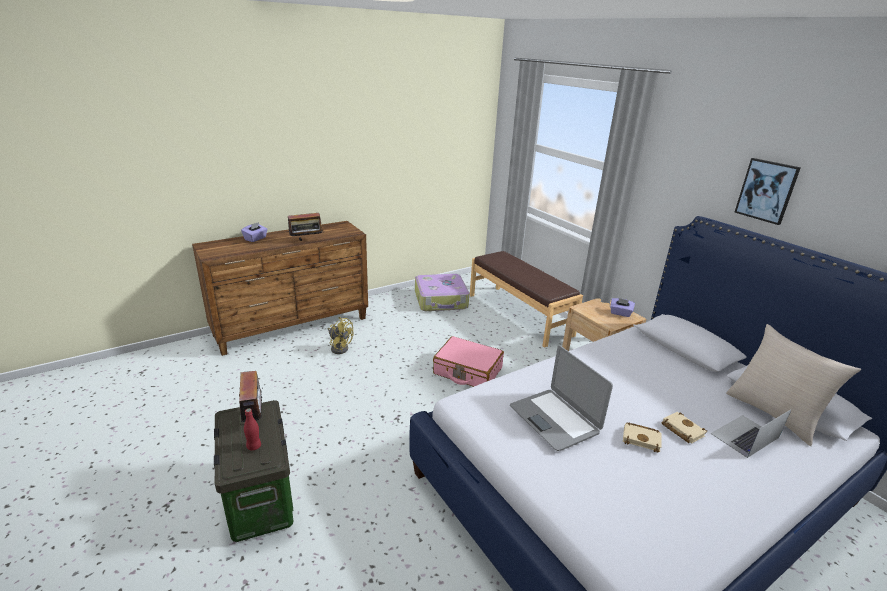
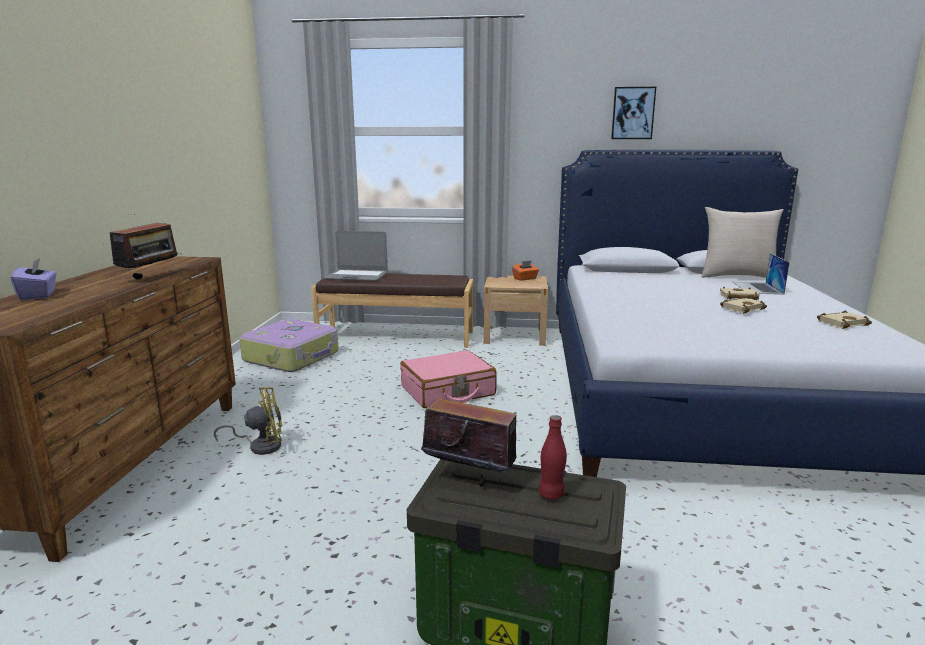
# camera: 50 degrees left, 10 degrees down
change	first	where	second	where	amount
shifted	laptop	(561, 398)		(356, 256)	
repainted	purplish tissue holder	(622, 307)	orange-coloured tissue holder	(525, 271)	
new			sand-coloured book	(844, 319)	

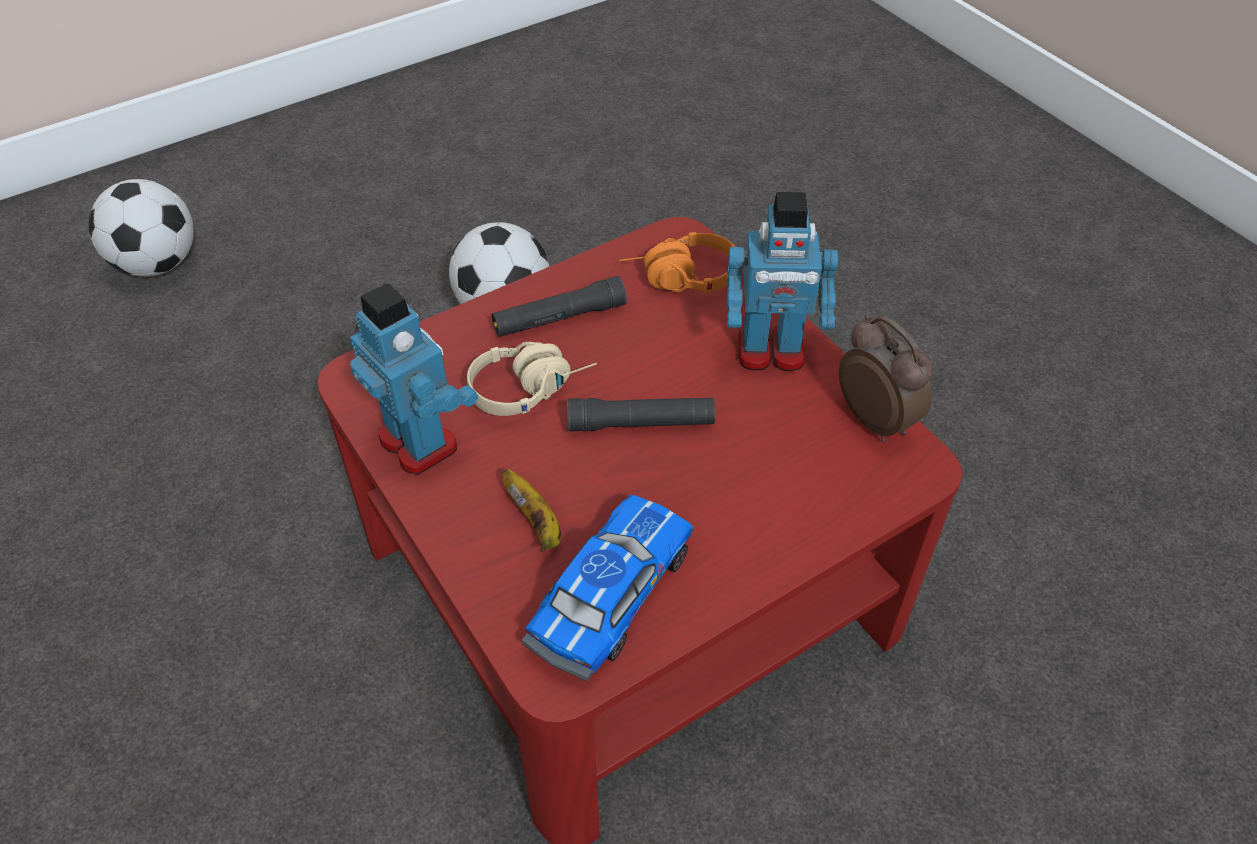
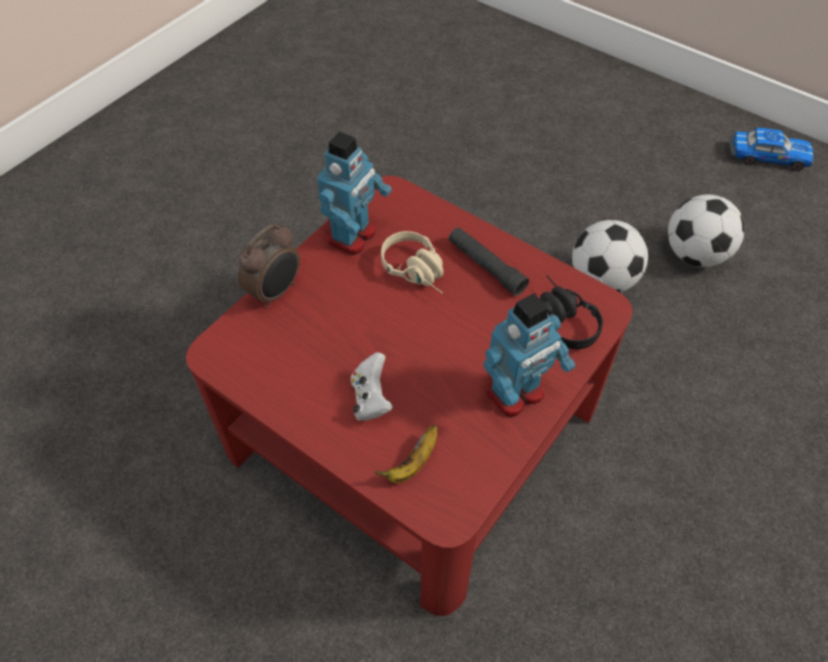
# camera: 70 degrees right, 5 degrees up
change	first	where	second	where	amount
shifted	football	(141, 228)		(706, 231)	
shifted	banana	(531, 510)		(405, 454)	
shifted	toy car	(608, 588)		(771, 149)	
gone	black-coloured torch	(641, 415)			
repainted	orange-coloured headphones	(677, 262)	black-coloured headphones	(571, 312)	
rotated	model robot	(782, 281)		(529, 355)	105 degrees counterclockwise
shifted	bedside clock	(886, 378)		(269, 265)	
new			whitish joypad	(372, 386)	

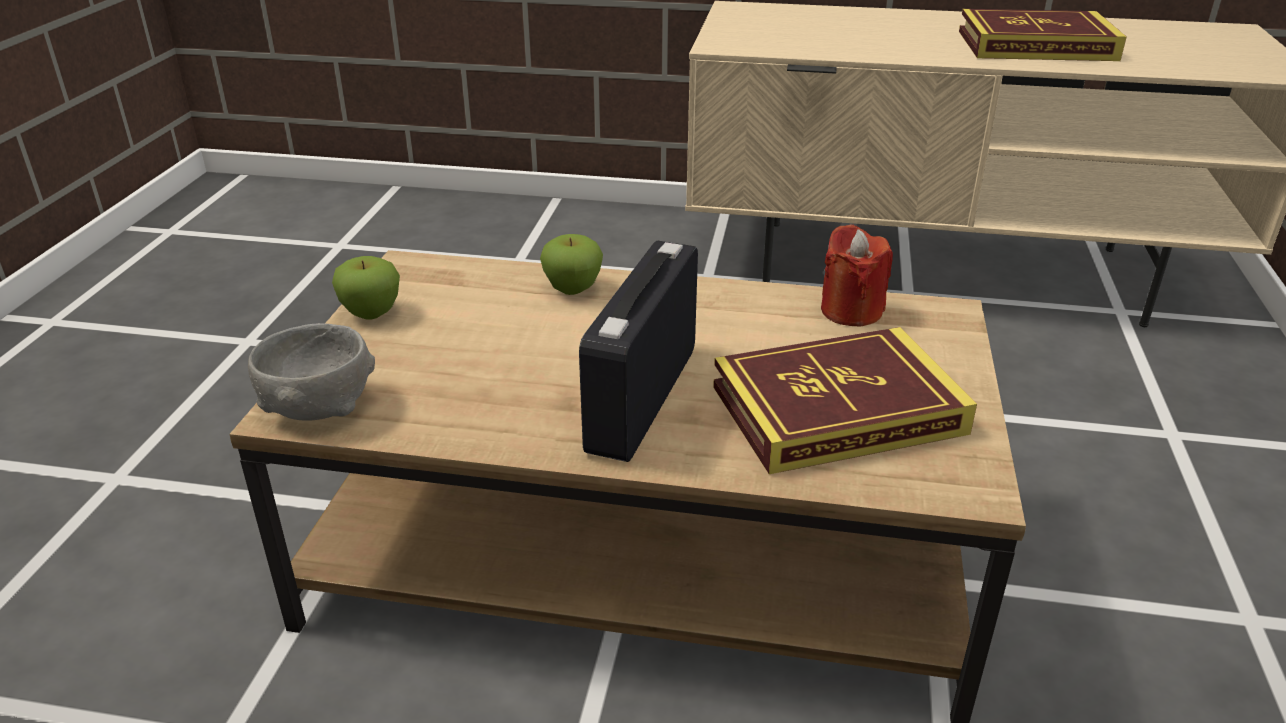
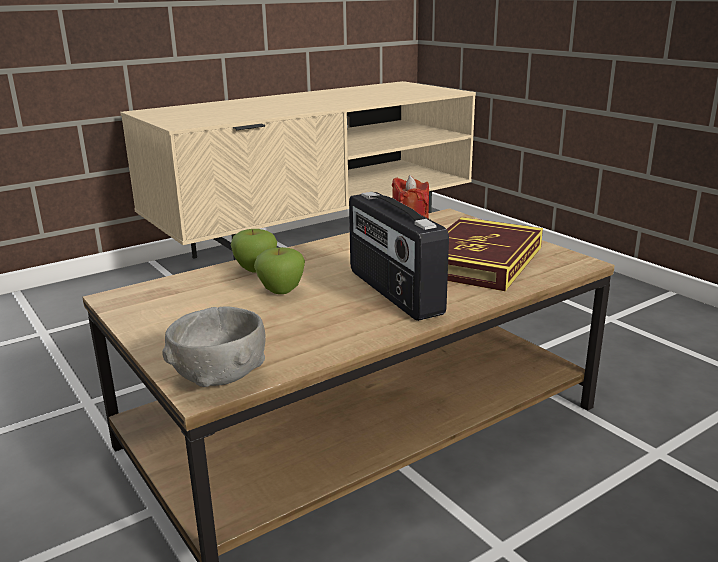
# camera: 45 degrees left, 10 degrees down
change	first	where	second	where	amount
shifted	apple	(366, 288)		(279, 270)	
gone	book	(1043, 35)			

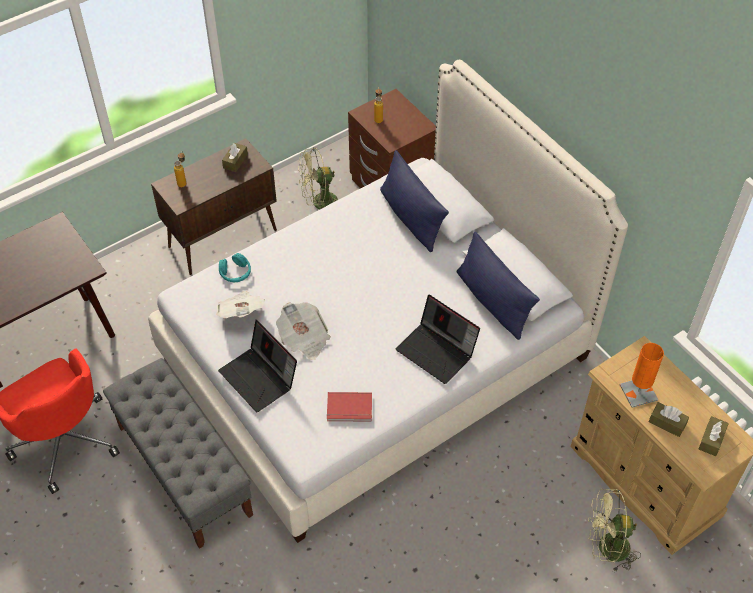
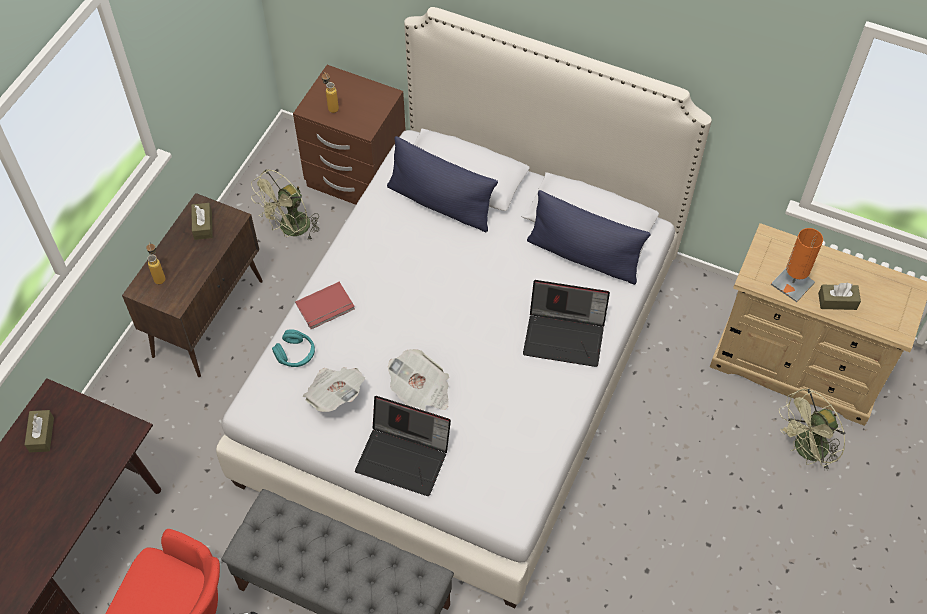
# camera: 30 degrees left, 5 degrees up
change	first	where	second	where	amount
shifted	reddish book	(349, 407)		(325, 305)	
shifted	brown tissue holder	(714, 436)		(39, 431)	

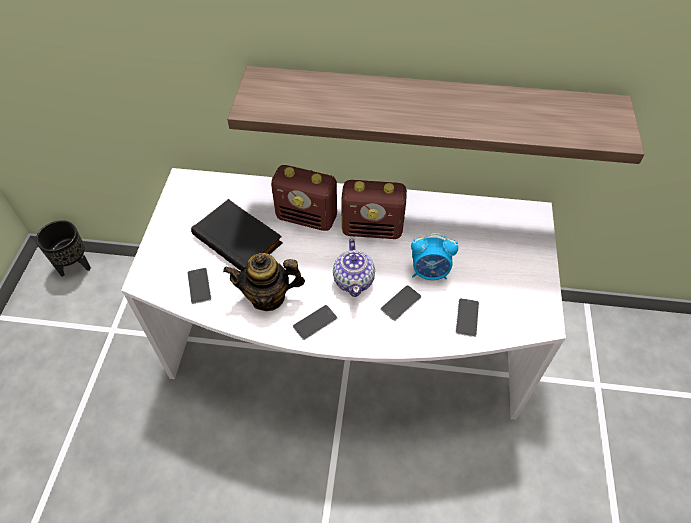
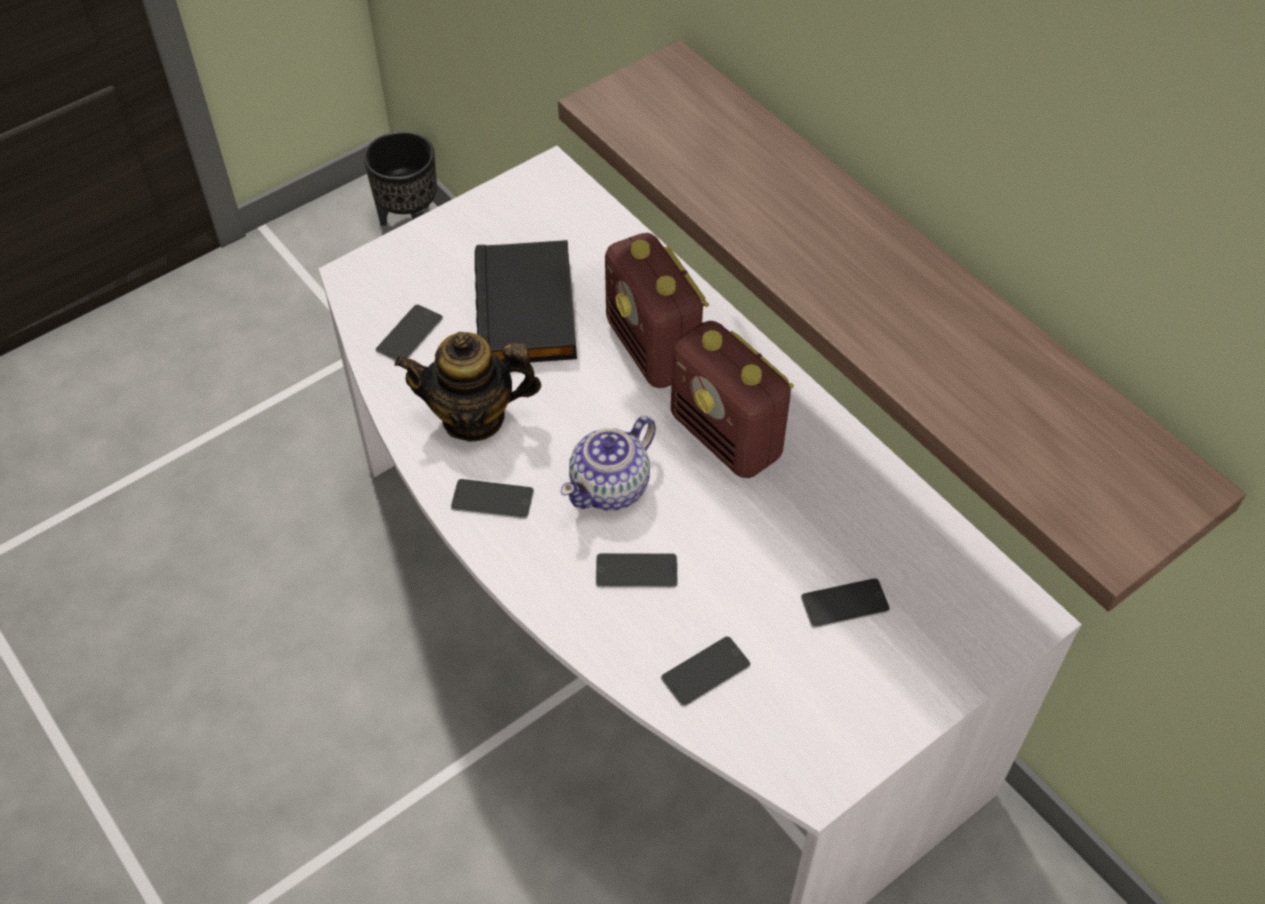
# camera: 45 degrees right, 0 degrees up
change	first	where	second	where	amount
rotated	teapot	(264, 282)		(468, 387)	45 degrees counterclockwise
gone	bedside clock	(434, 256)			
new			handset	(845, 603)	

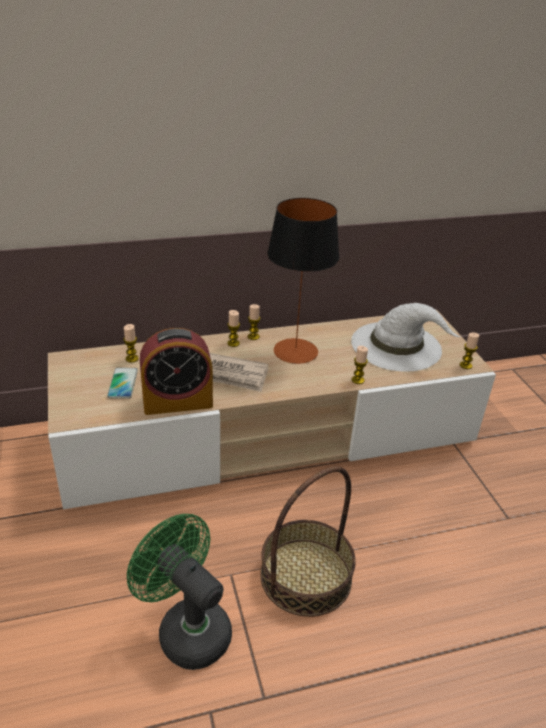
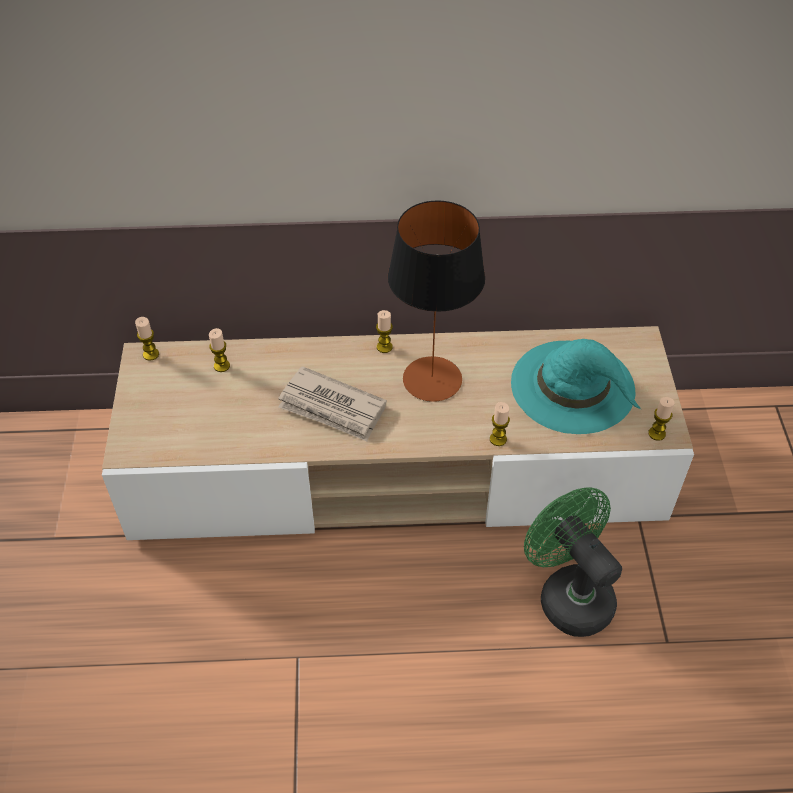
# camera: 15 degrees right, 15 degrees up
change	first	where	second	where	amount
gone	handset	(122, 383)			
shifted	greenish cooling fan	(179, 592)		(573, 562)	
gone	bedside clock	(176, 371)			
shifted	wax light	(233, 328)		(147, 339)	
gone	storage basket	(308, 541)			
repainted	whitish hat	(405, 337)	turquoise hat	(576, 386)	

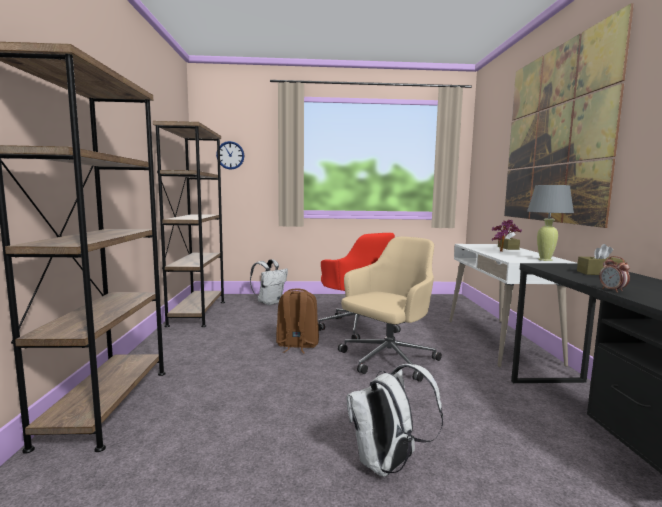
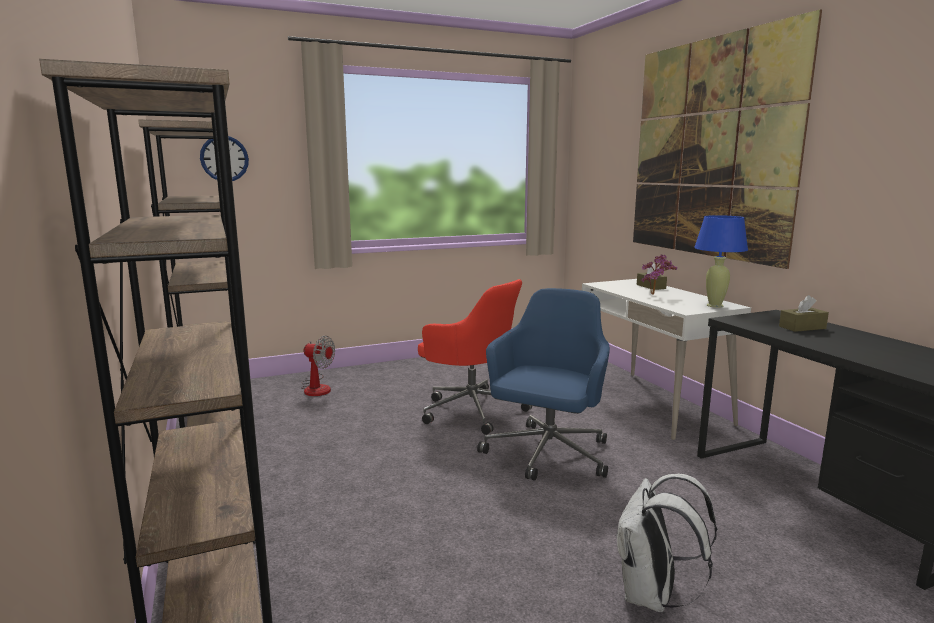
# camera: 20 degrees left, 5 degrees up
change	first	where	second	where	amount
swapped	whitish rucksack	(269, 282)	cooling fan	(318, 366)	
gone	brown rucksack	(297, 321)			
repainted	sand-coloured desk chair	(390, 309)	blue-coloured desk chair	(543, 384)	
repainted	grey table lamp	(550, 223)	blue-coloured table lamp	(721, 261)	
gone	bedside clock	(614, 274)			

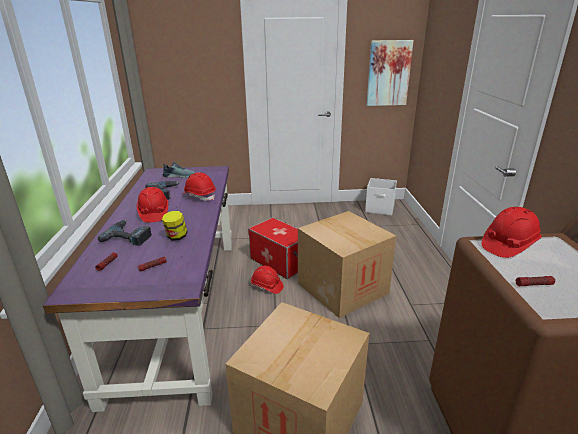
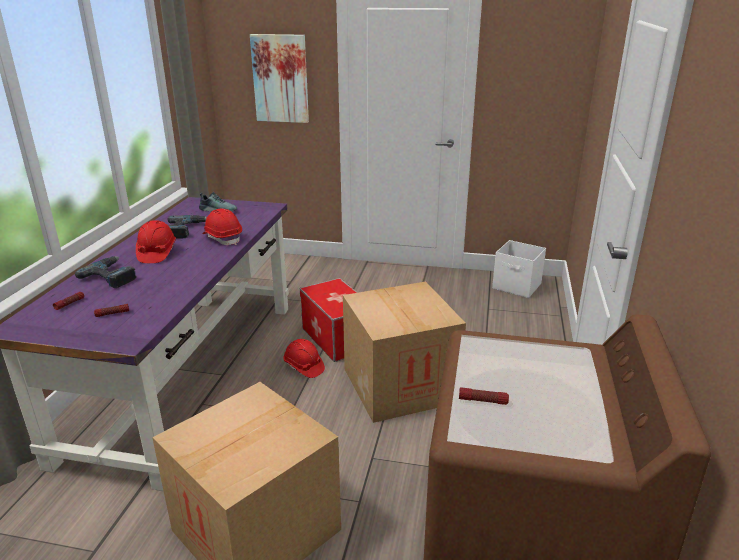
# camera: 15 degrees right, 0 degrees up
change	first	where	second	where	amount
gone	storage jar	(175, 226)			
shifted	wall art	(390, 73)		(279, 78)	
gone	reddish safety helmet	(511, 232)			

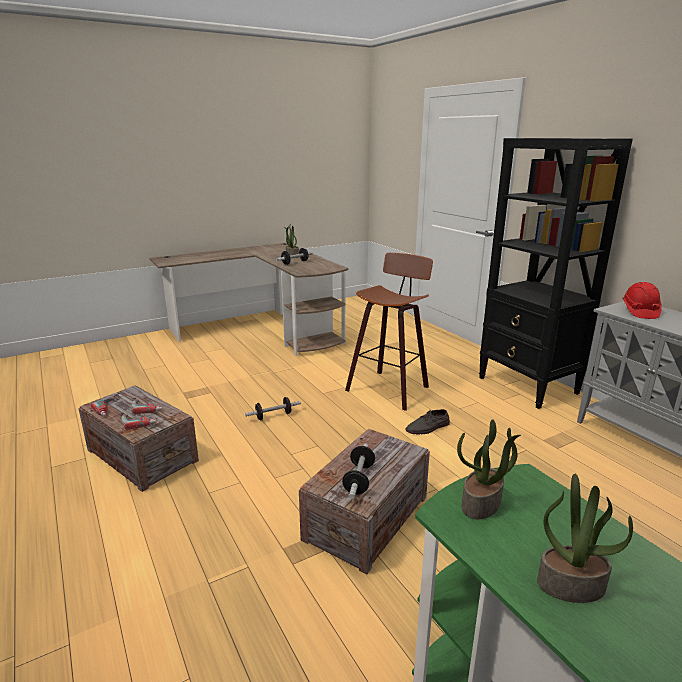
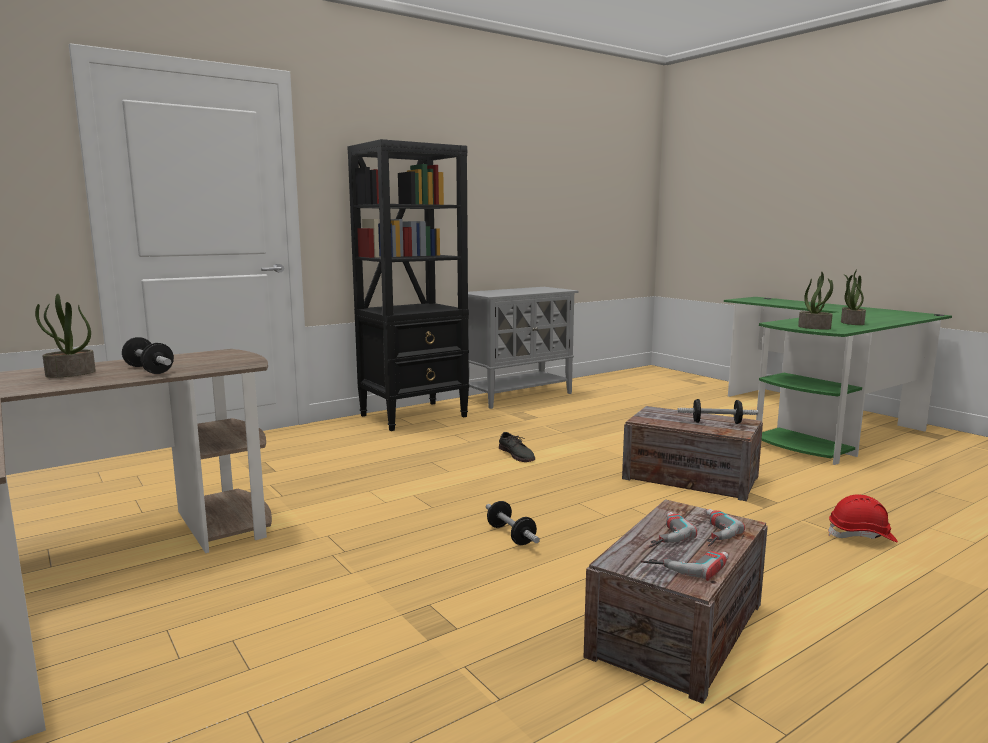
# camera: 95 degrees left, 10 degrees down
change	first	where	second	where	amount
gone	sitting stool	(389, 332)			
shifted	reddish safety helmet	(642, 300)		(863, 518)	

